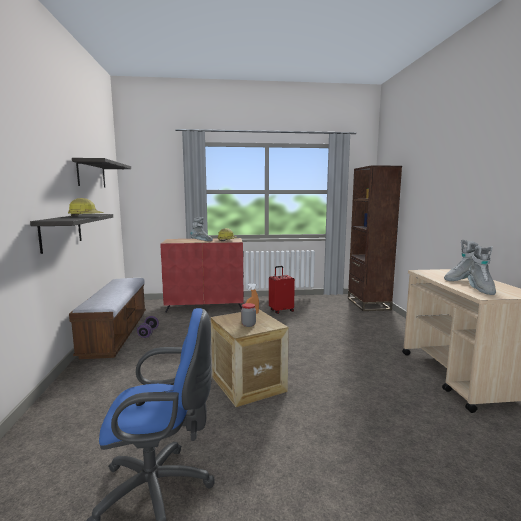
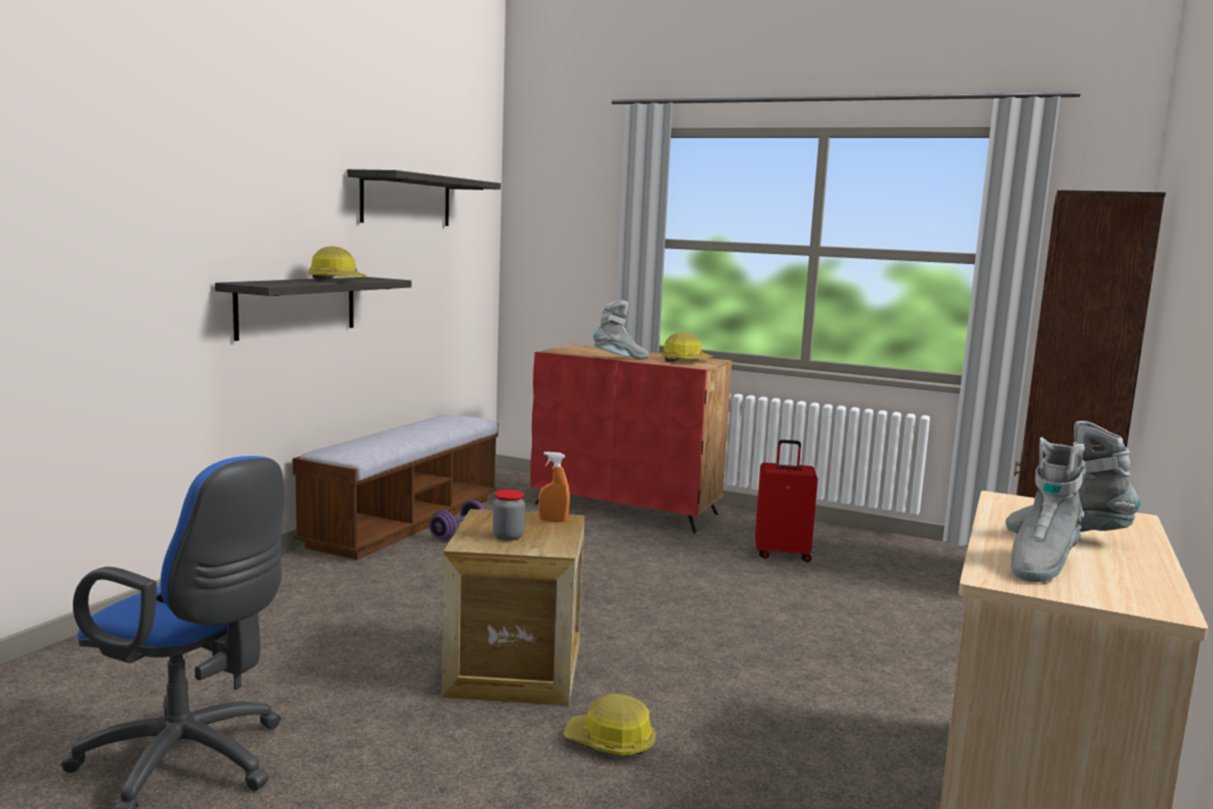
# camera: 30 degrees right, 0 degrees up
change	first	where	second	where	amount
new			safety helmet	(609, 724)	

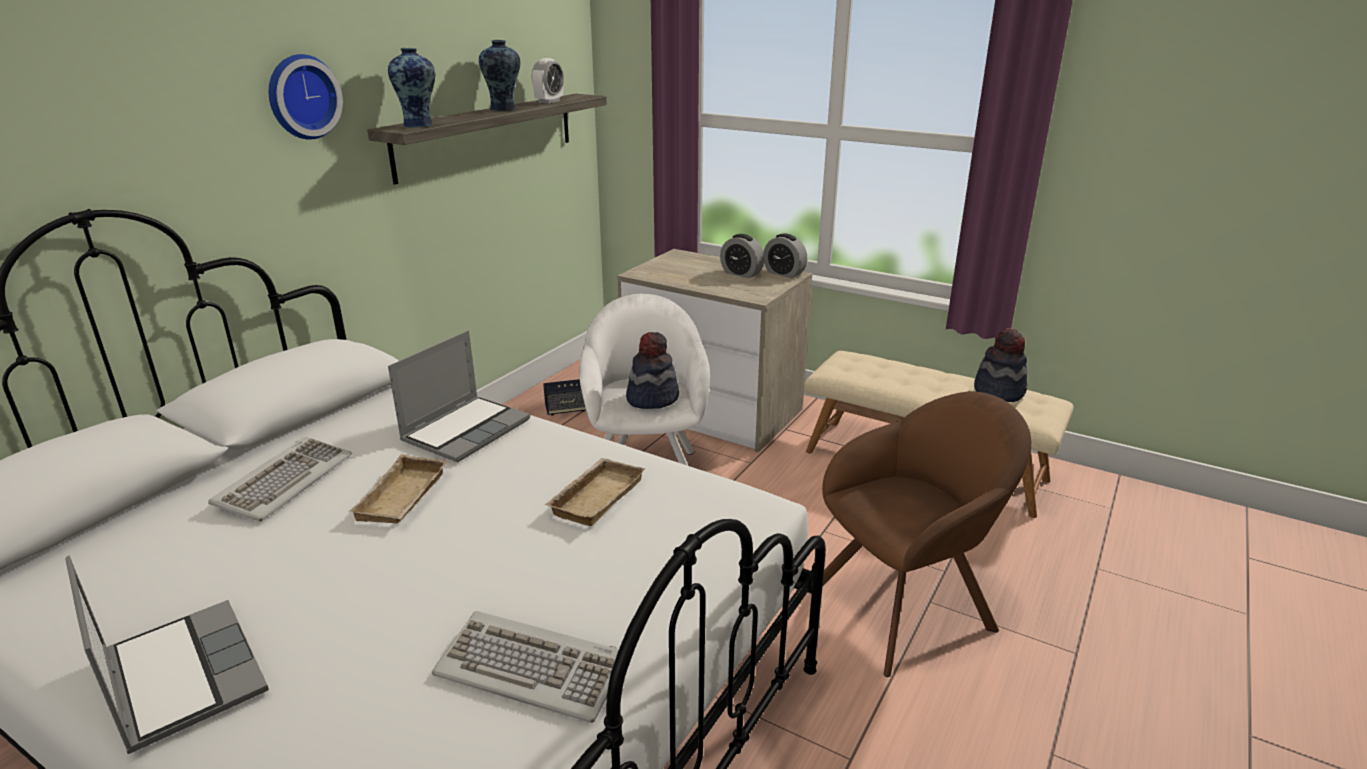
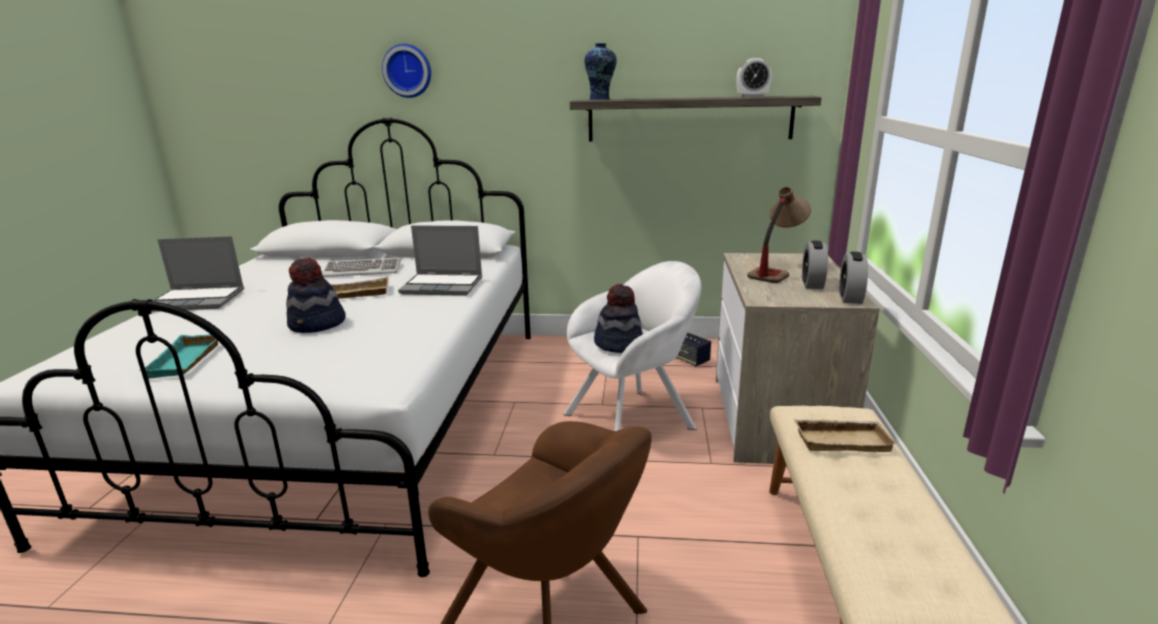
# camera: 65 degrees right, 5 degrees down
change	first	where	second	where	amount
rotated	laptop	(167, 654)		(197, 274)	60 degrees clockwise
shifted	wall clock	(306, 97)		(406, 71)	
swapped	computer keyboard	(525, 667)	turquoise tray	(178, 356)	
gone	flower vase	(499, 75)			
shifted	sand-coloured tray	(594, 492)		(845, 435)	
shifted	hat	(1001, 365)		(316, 295)	
new			table lamp	(779, 235)	

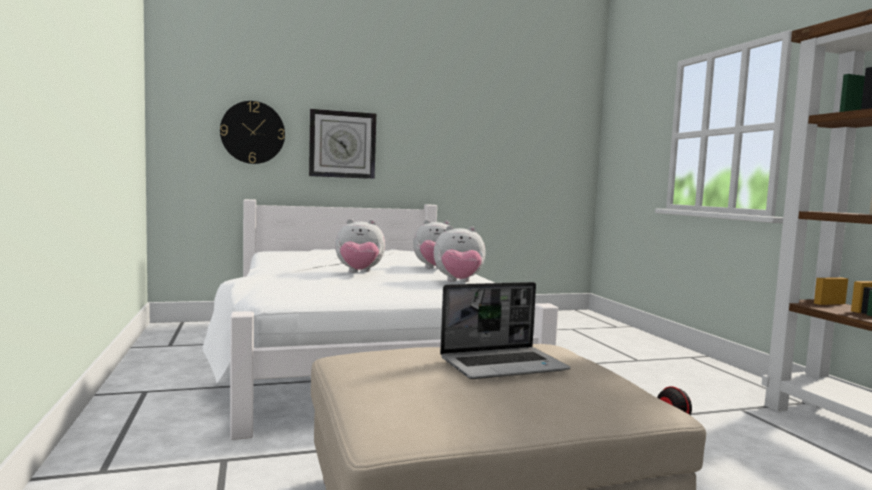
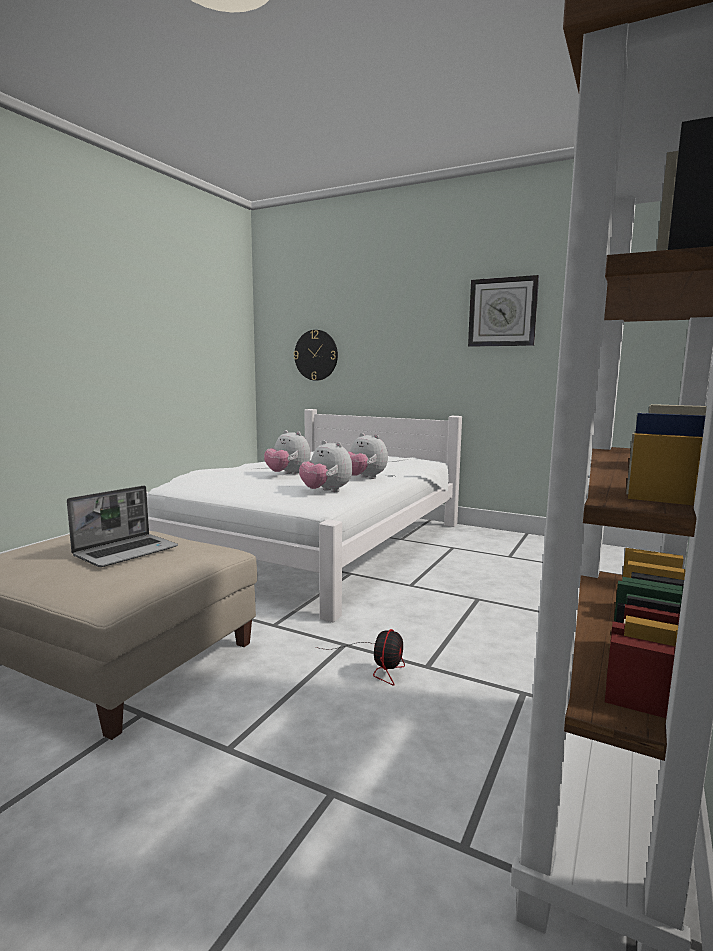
# camera: 45 degrees right, 5 degrees up
change	first	where	second	where	amount
shifted	wall clock	(342, 144)		(503, 311)	
rotated	laptop	(505, 330)		(122, 526)	75 degrees counterclockwise

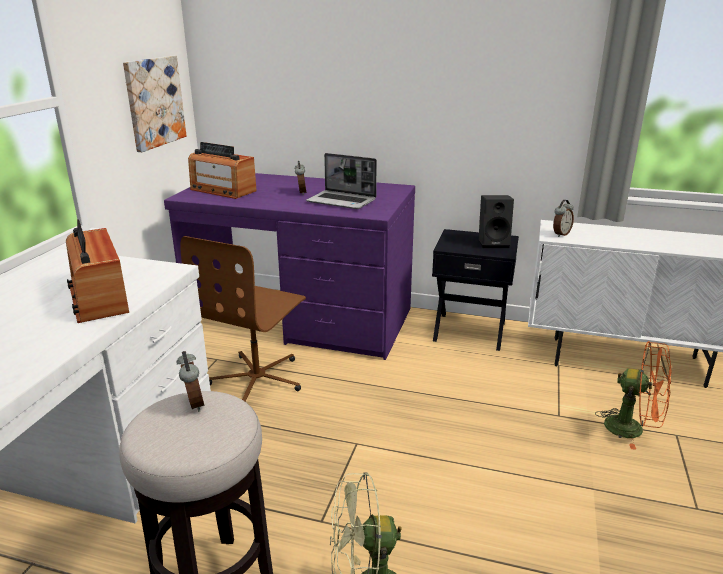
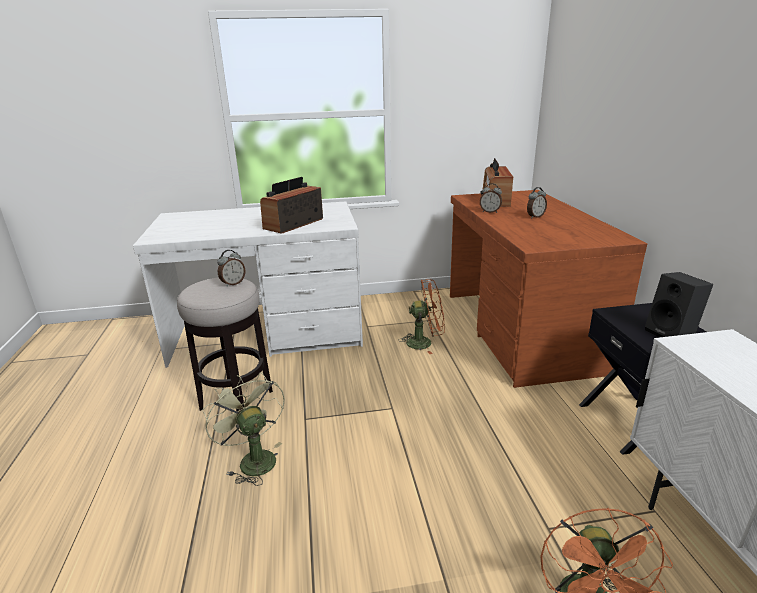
# camera: 65 degrees right, 0 degrees up
change	first	where	second	where	amount
gone	wall art	(154, 104)			
repainted	purplish desk unit	(289, 266)	brown desk unit	(548, 289)	
swapped	brown desk chair	(243, 319)	orange-coloured cooling fan	(421, 316)	
gone	laptop	(341, 181)			
shifted	bedside clock	(563, 218)		(491, 198)	

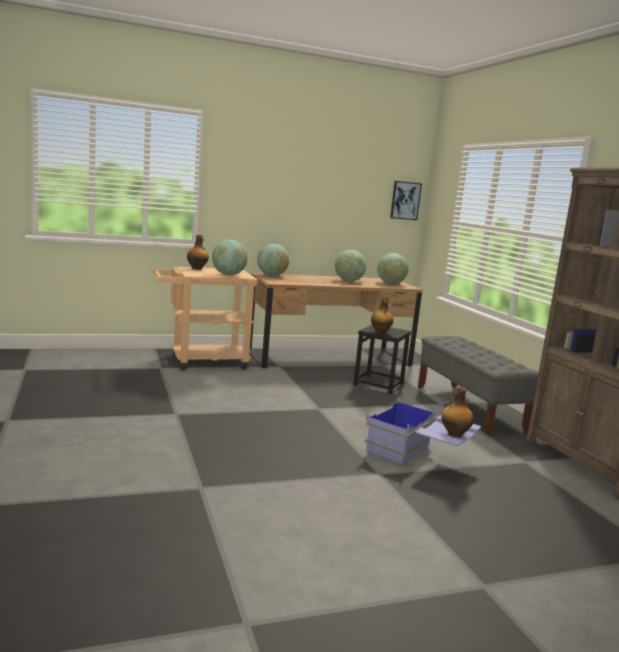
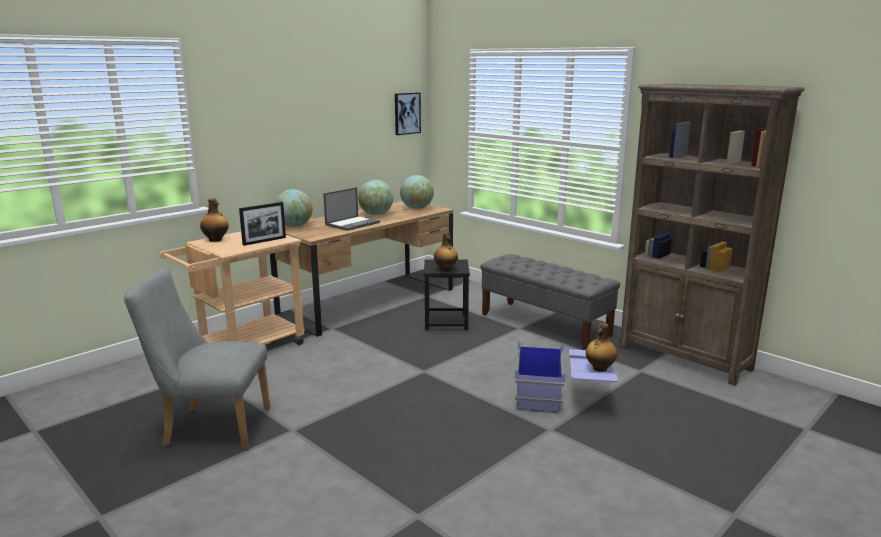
# camera: 25 degrees left, 5 degrees up
change	first	where	second	where	amount
swapped	globe	(230, 257)	photo frame	(262, 224)	
new			grey plain chair	(197, 359)	
new			laptop	(351, 209)	

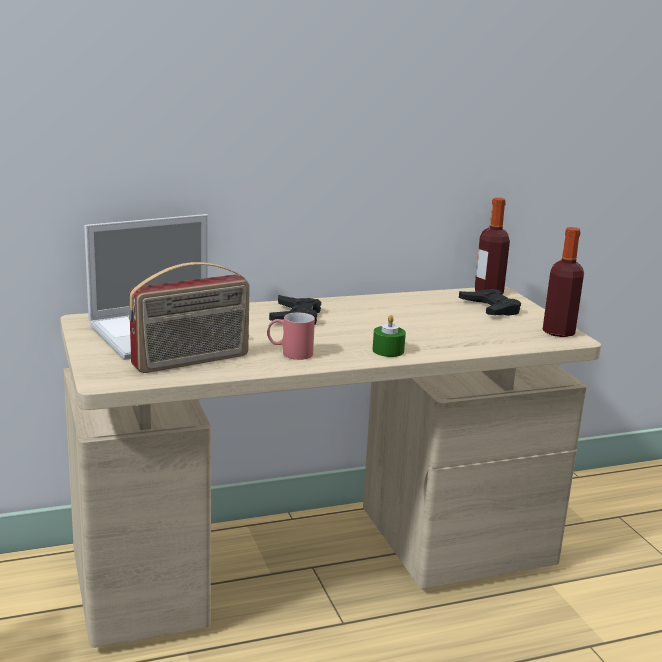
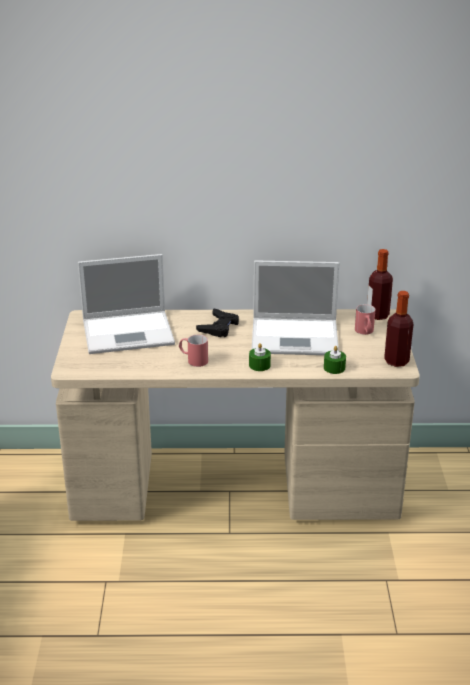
# camera: 20 degrees right, 10 degrees up
change	first	where	second	where	amount
gone	radio	(189, 317)			
swapped	black-coloured joypad	(490, 302)	reddish coffee mug	(365, 319)	
new			laptop	(296, 307)	
new			greenish wax light	(335, 360)	

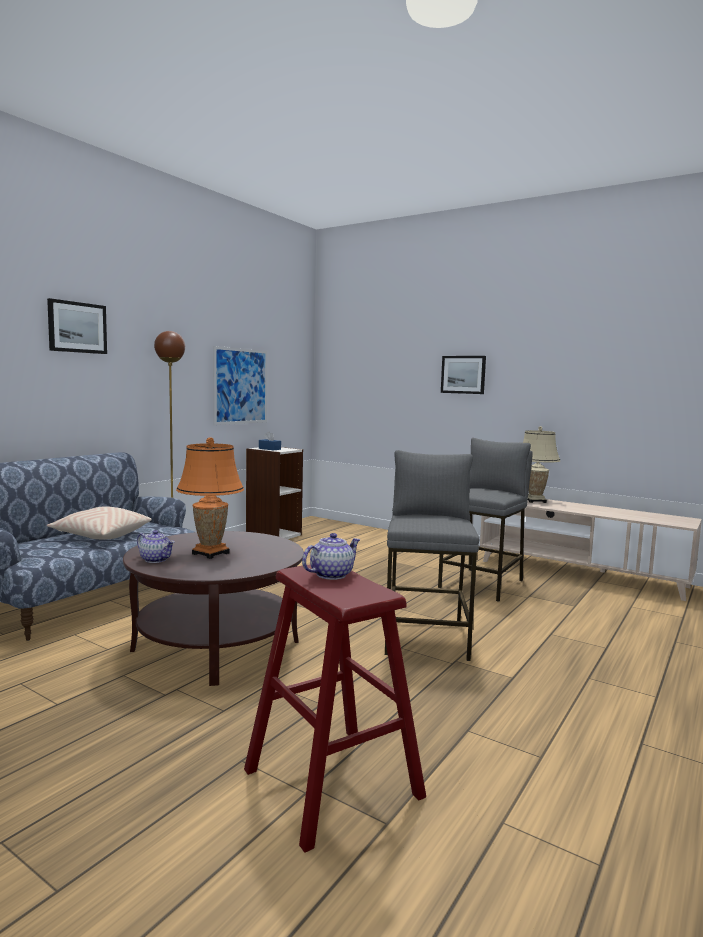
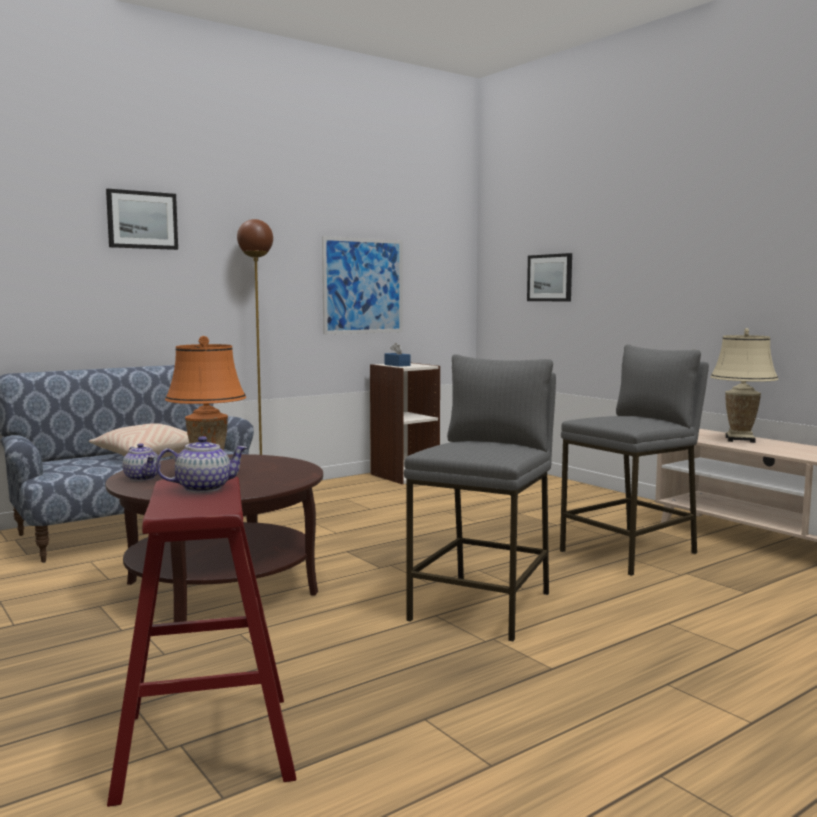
# camera: 20 degrees right, 0 degrees up
change	first	where	second	where	amount
shifted	wall art	(463, 375)		(549, 277)	

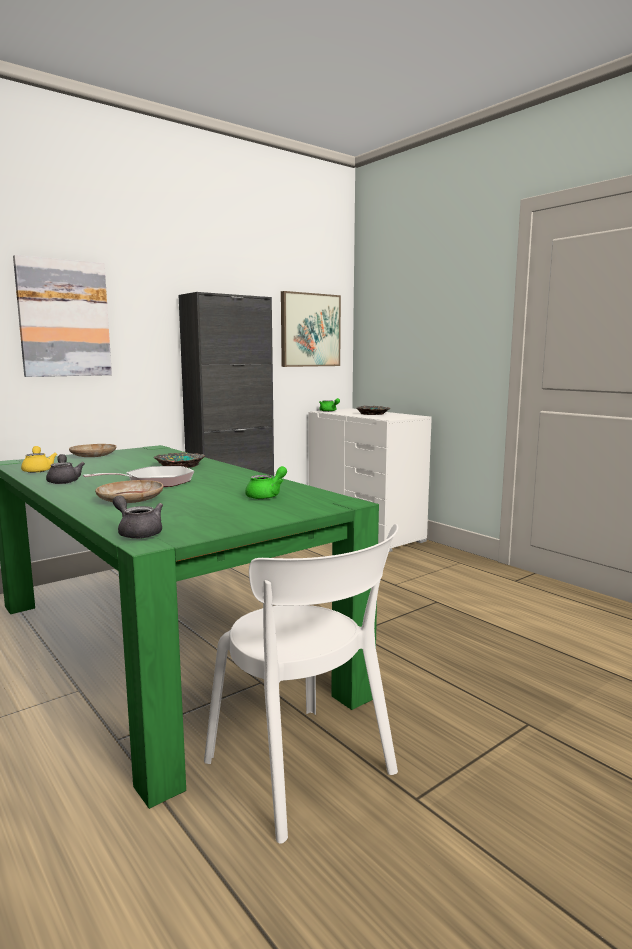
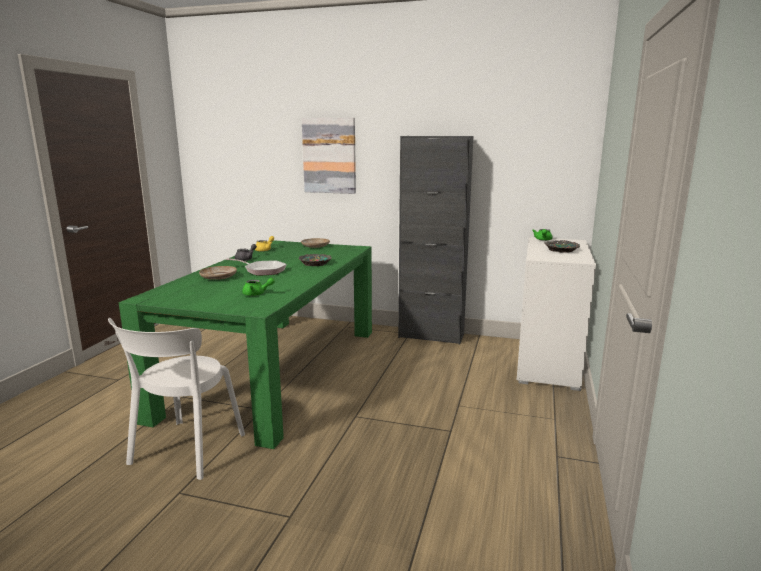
# camera: 55 degrees right, 5 degrees up
change	first	where	second	where	amount
gone	grey teapot	(138, 517)			
gone	wall art	(311, 329)			

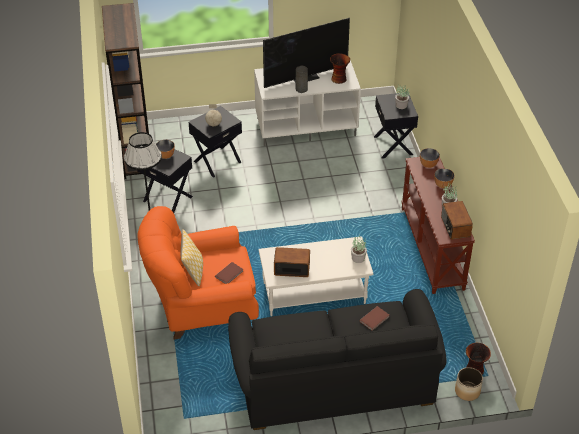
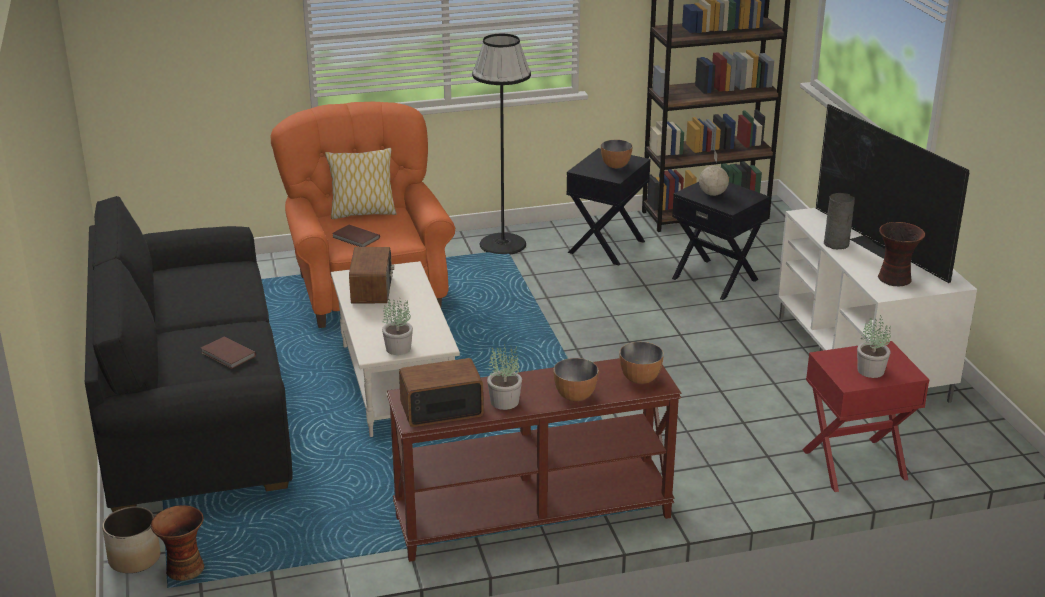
# camera: 85 degrees right, 15 degrees down
change	first	where	second	where	amount
repainted	black-coloured nightstand	(396, 126)	reddish nightstand	(865, 416)	

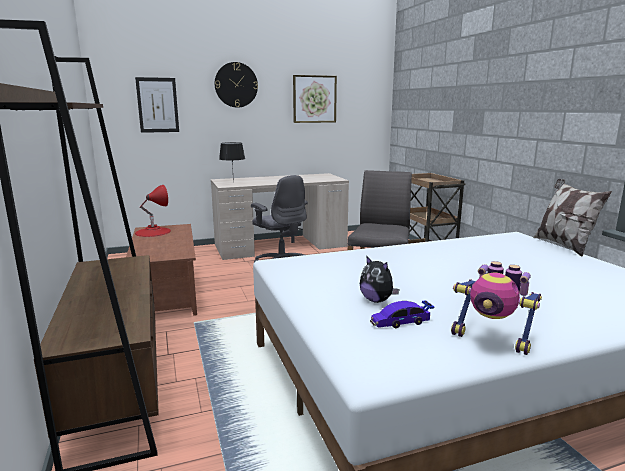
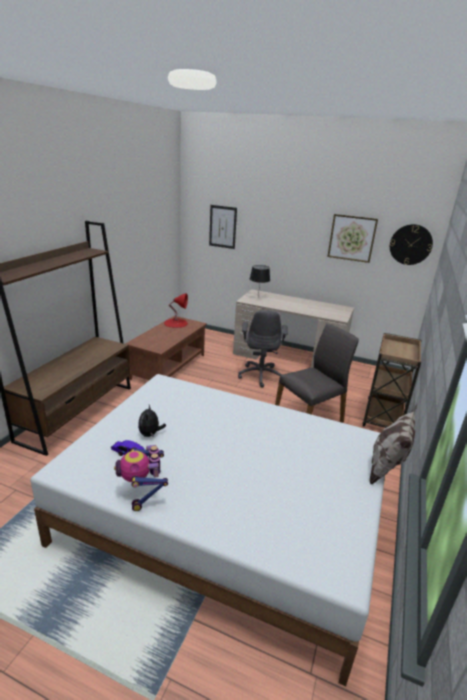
# camera: 40 degrees right, 10 degrees up
change	first	where	second	where	amount
shifted	wall clock	(236, 85)		(411, 244)	

